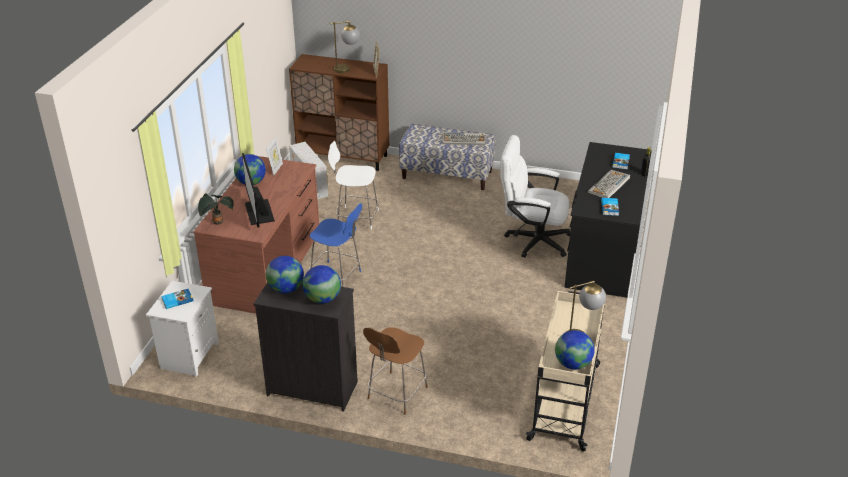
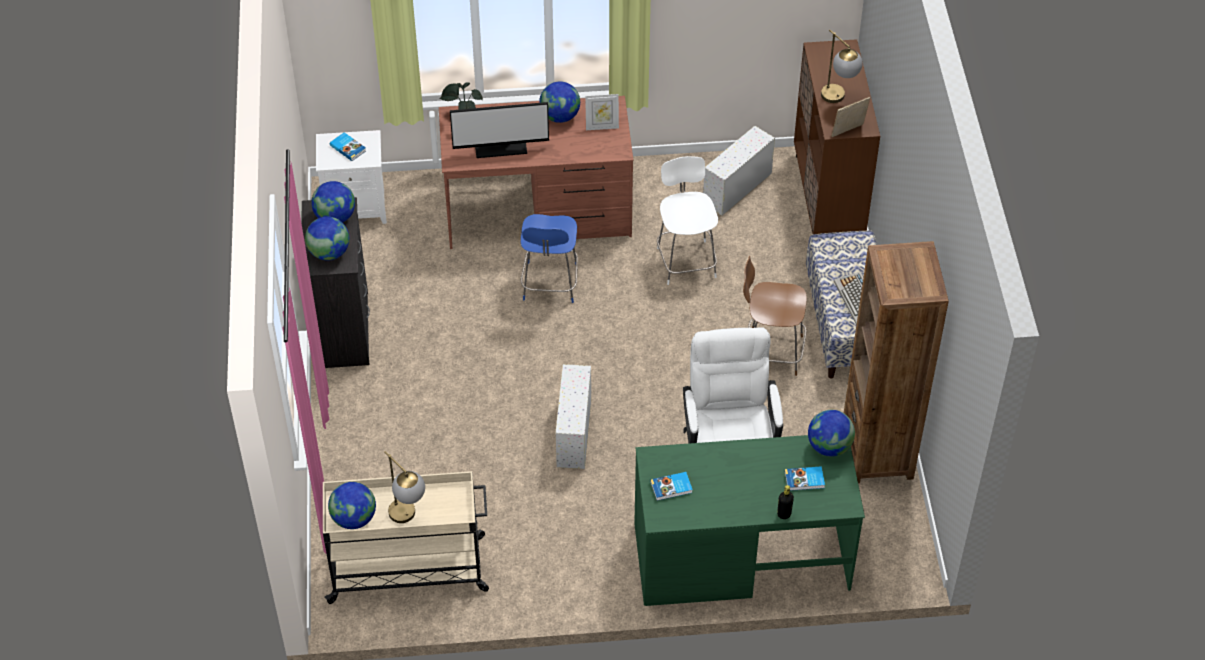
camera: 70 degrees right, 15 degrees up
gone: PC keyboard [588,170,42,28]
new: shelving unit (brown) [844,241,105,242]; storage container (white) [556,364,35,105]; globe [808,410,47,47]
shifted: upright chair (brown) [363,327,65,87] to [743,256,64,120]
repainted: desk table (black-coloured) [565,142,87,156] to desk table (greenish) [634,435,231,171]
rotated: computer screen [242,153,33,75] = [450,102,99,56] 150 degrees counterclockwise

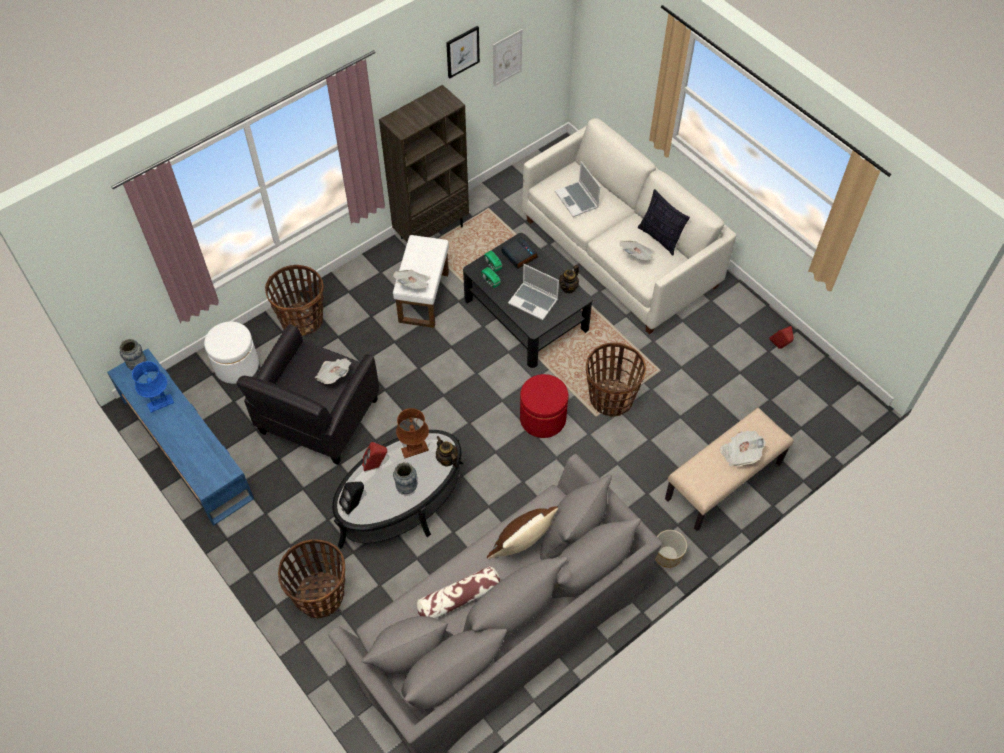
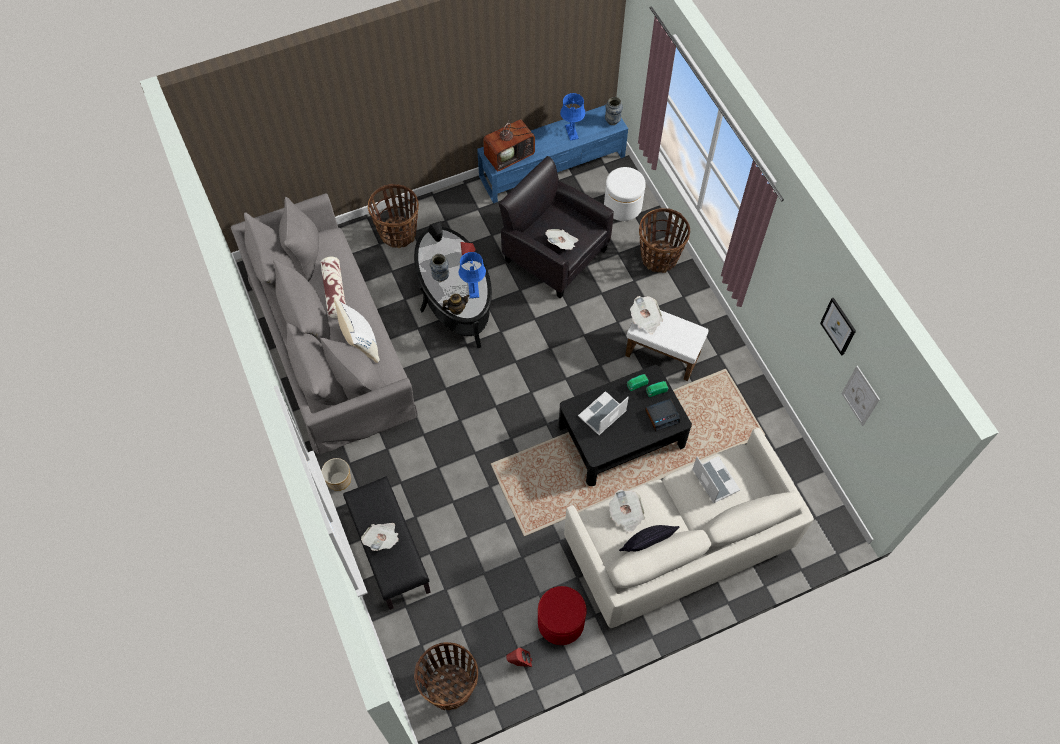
camera: 105 degrees right, 5 degrees up
gone: shelving unit (brown) [379,85,90,157]; tea pot [559,265,20,29]
new: TV set [483,110,52,61]
shifted: storage basket [586,342,60,75] to [414,642,64,68]; pouffe (red-coloured) [520,374,49,64] to [538,586,49,59]
repainted: lamp for a table (brown) [396,408,33,50] to lamp for a table (bluish) [458,252,28,46]; bench (beige-coloured) [665,408,129,123] to bench (black-coloured) [343,477,88,133]; cushion (brown) [487,506,71,53] to cushion (white) [334,298,46,65]
rotated: notebook computer [555,161,45,56] = [692,456,48,48] 75 degrees clockwise

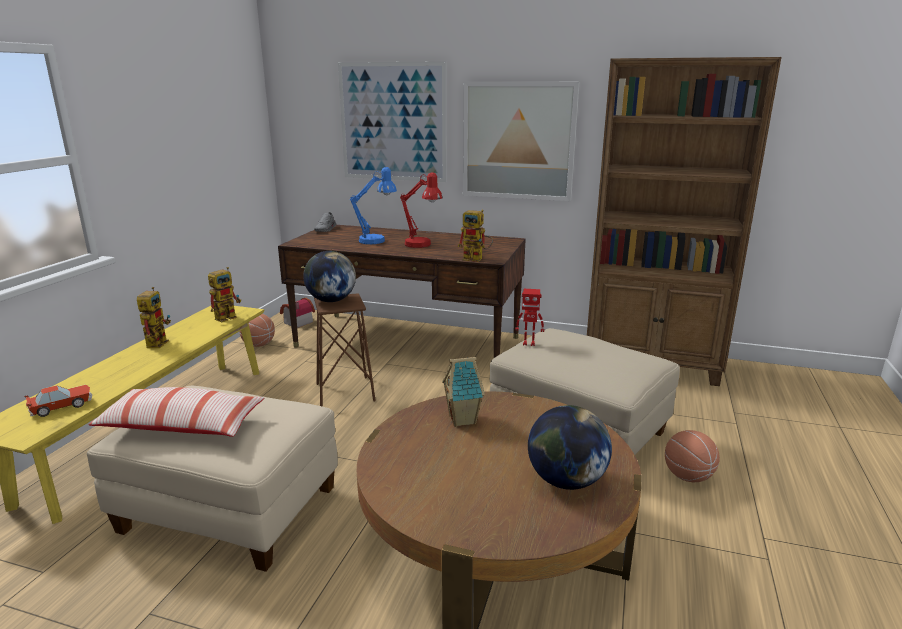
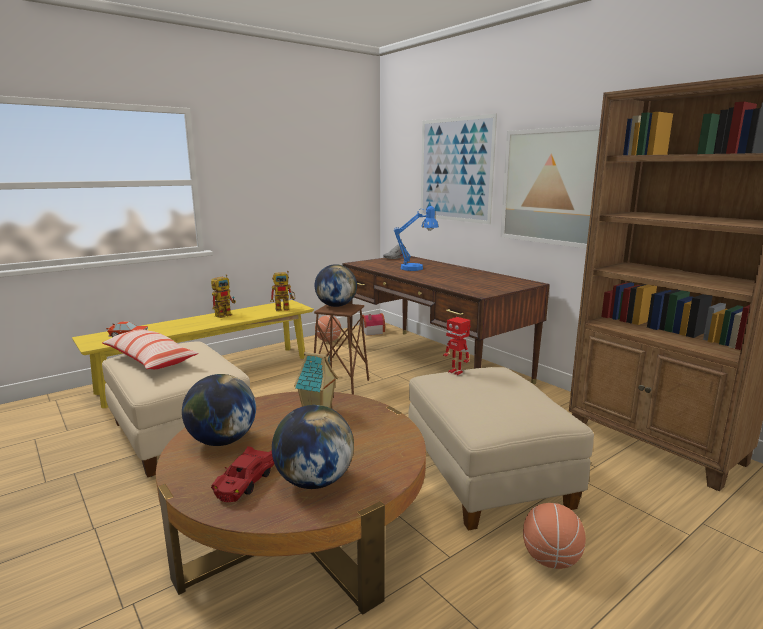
camera: 35 degrees right, 5 degrees down
gone: lamp for a table (red-coloured) [400,172,43,76]; toy robot [458,210,35,52]
new: globe [182,374,74,72]; toy car (red-coloured) [211,446,63,56]

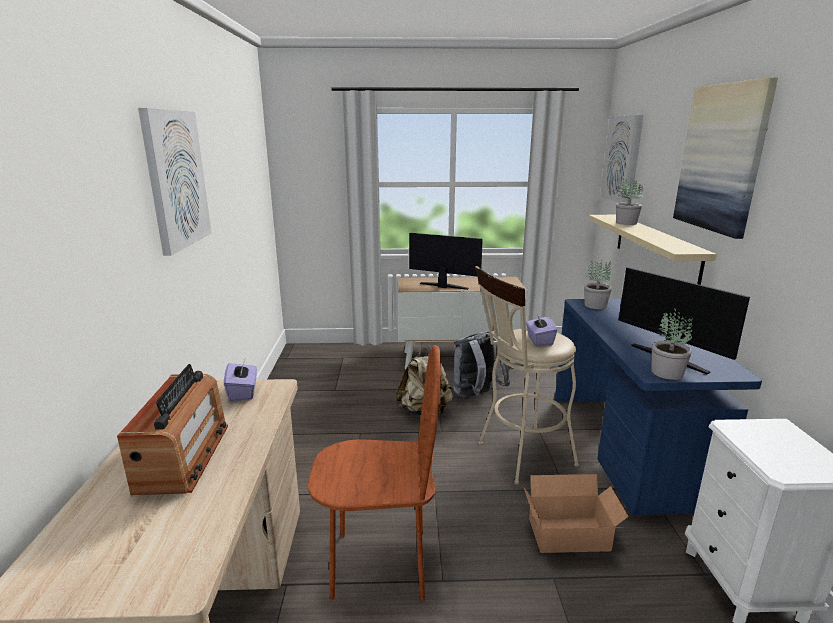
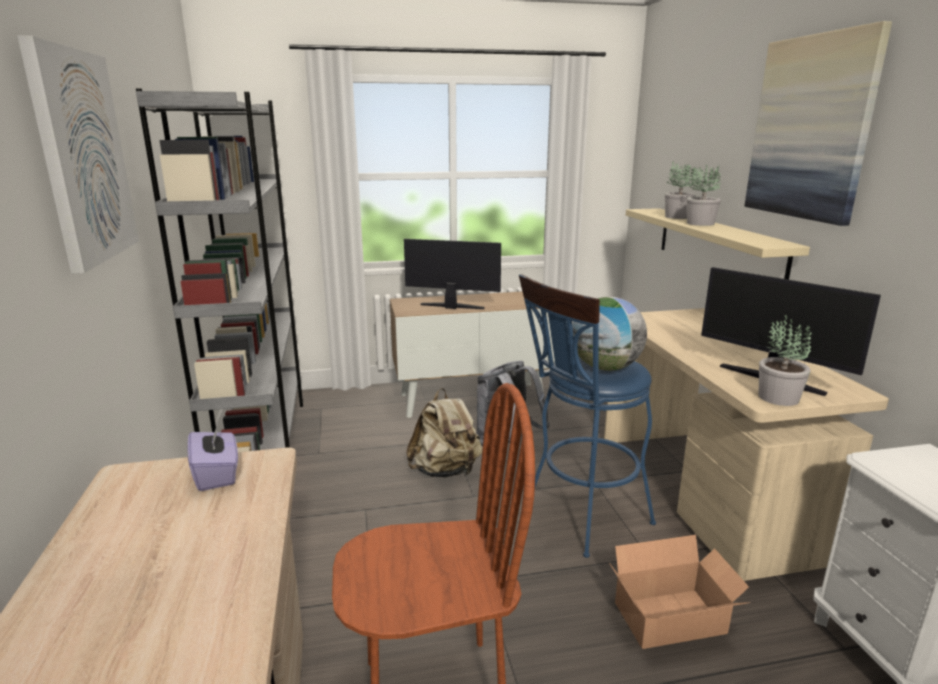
camera: 10 degrees left, 0 degrees up
gone: picture [600,115,44,88]; radio [117,364,111,131]
new: shelving unit (grey) [136,88,167,364]
shifted: houseplant [584,260,28,49] to [687,164,34,62]
swapped: tissue box (purple-coloured) [526,314,31,32] to globe [572,297,75,74]
repainted: stool (beige-coloured) [475,266,104,219] to stool (bluish) [519,274,137,284]; desk table (bluish) [555,299,207,216] to desk table (beige-coloured) [604,308,285,273]

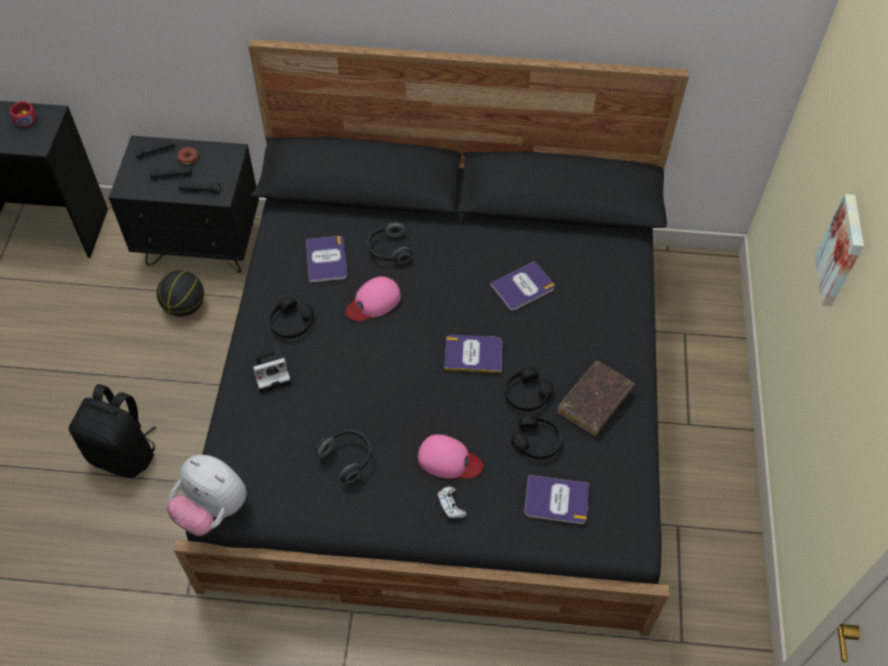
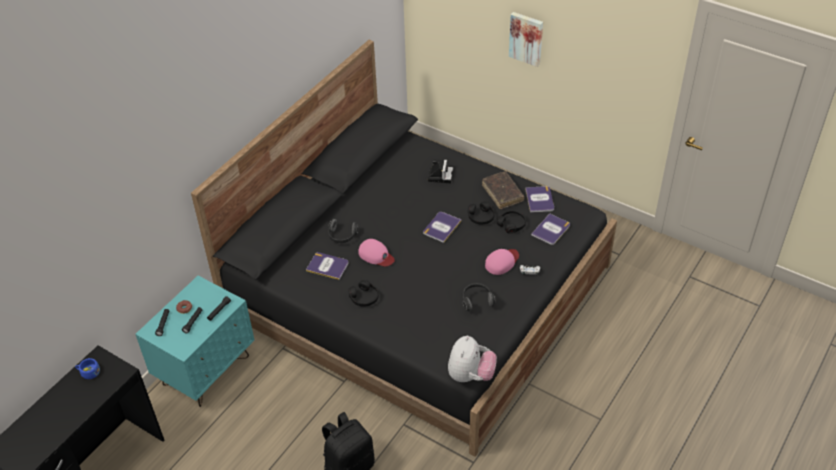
camera: 60 degrees left, 10 degrees down
gone: ball for basketball [157,270,47,47]
shifted: book [490,261,65,49] to [525,186,29,27]; still camera [250,343,41,50] to [428,159,25,24]
repainted: drinking cup (red-coloured) [10,101,27,26] to drinking cup (bluish) [75,358,25,21]; nightstand (black-coloured) [109,136,150,137] to nightstand (blue-green) [135,276,119,131]
rotated: cap (pink-coloured) [346,277,55,44] = [358,239,37,27] 45 degrees counterclockwise; soft toy [167,455,80,81] = [448,335,49,47] 45 degrees counterclockwise

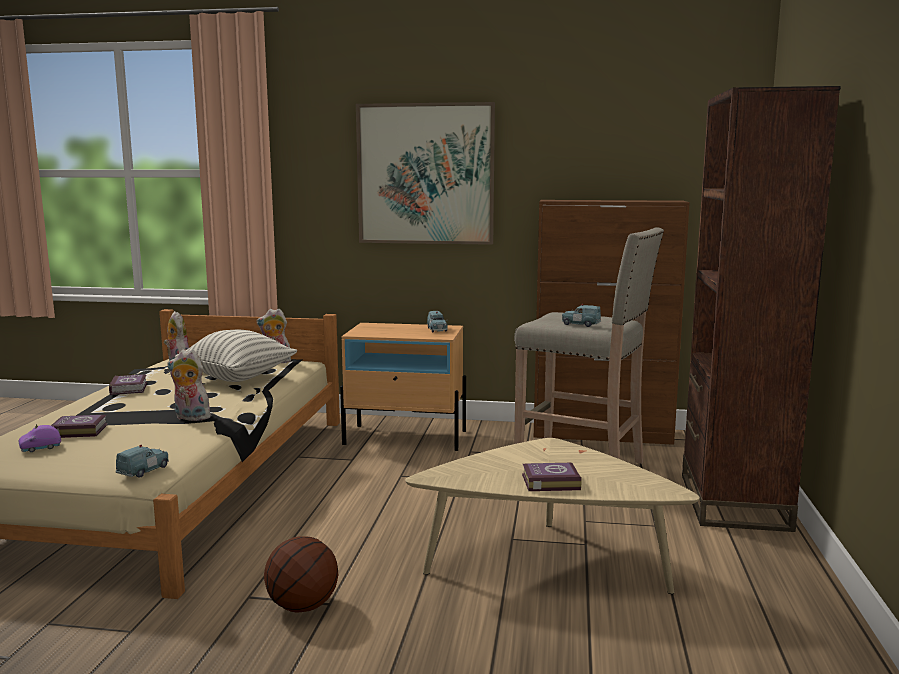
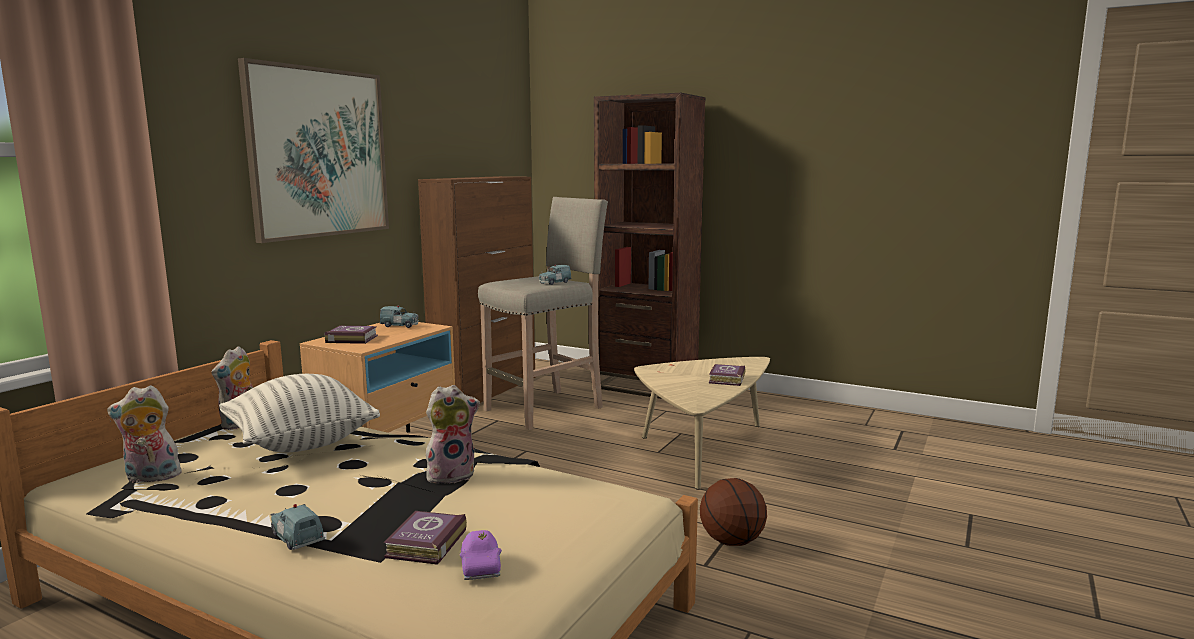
camera: 70 degrees left, 0 degrees up
shifted: book [109,374,38,21] to [325,326,53,18]; toy car (bluish) [116,445,53,33] to [270,504,55,46]
rotated: soft toy [168,350,43,71] = [426,385,54,99] 150 degrees counterclockwise

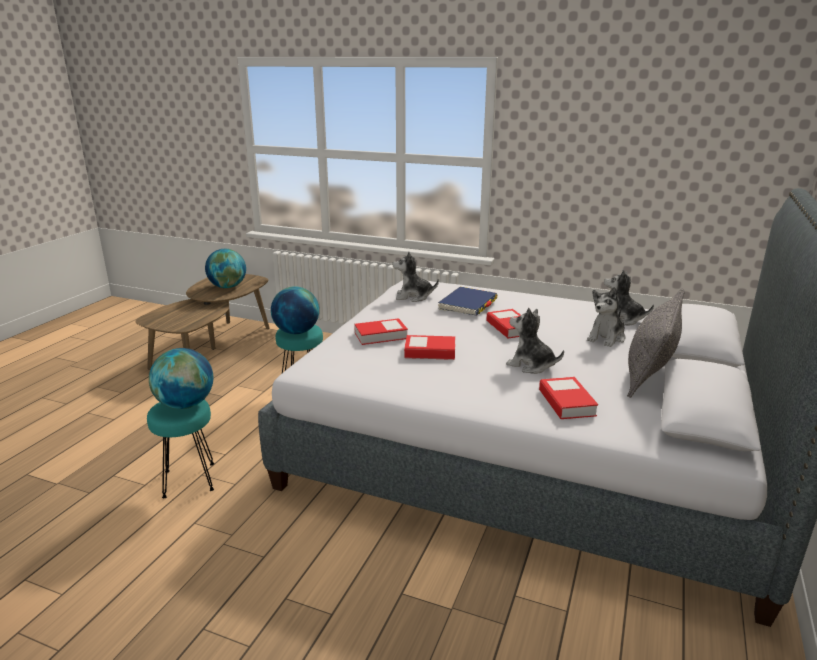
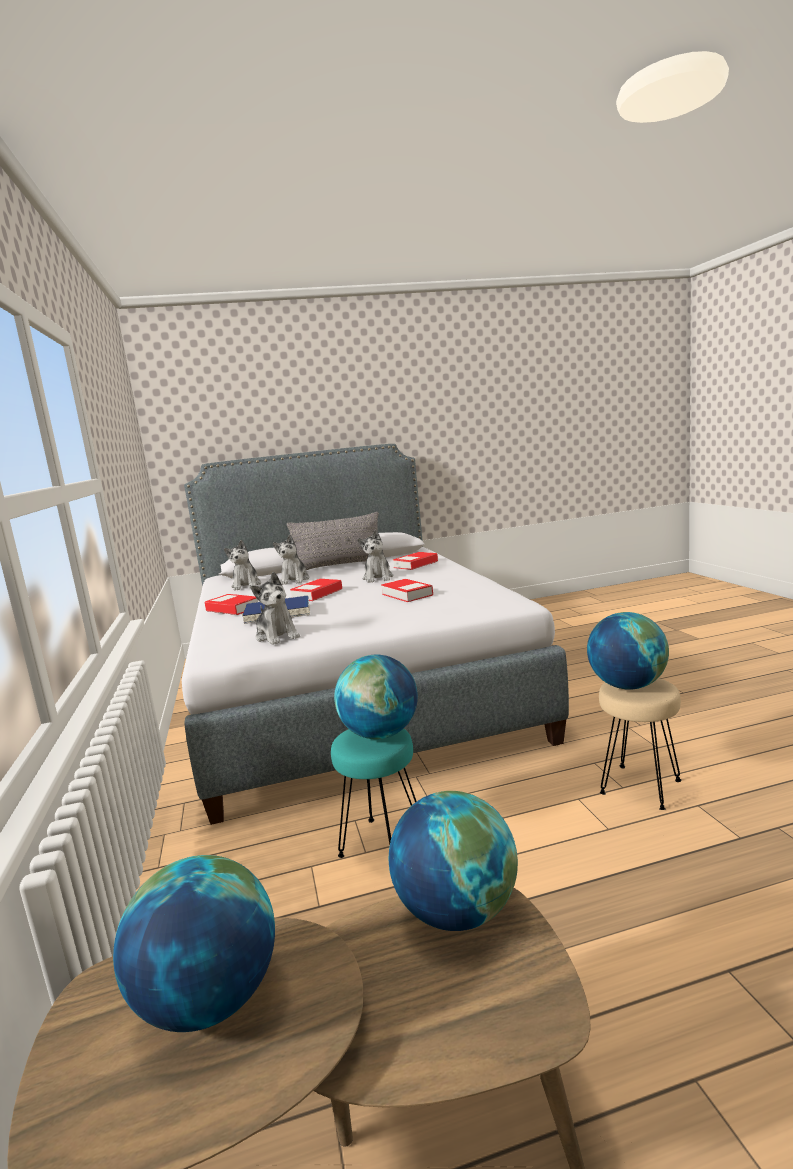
camera: 125 degrees left, 10 degrees down
new: globe [389,791,129,140]
shifted: book [354,318,54,27] to [205,594,53,21]
repainted: stool (blue-green) [147,400,67,98] to stool (beige-coloured) [599,678,82,132]
rotated: soft toy [587,287,39,60] = [273,535,36,50] 90 degrees clockwise

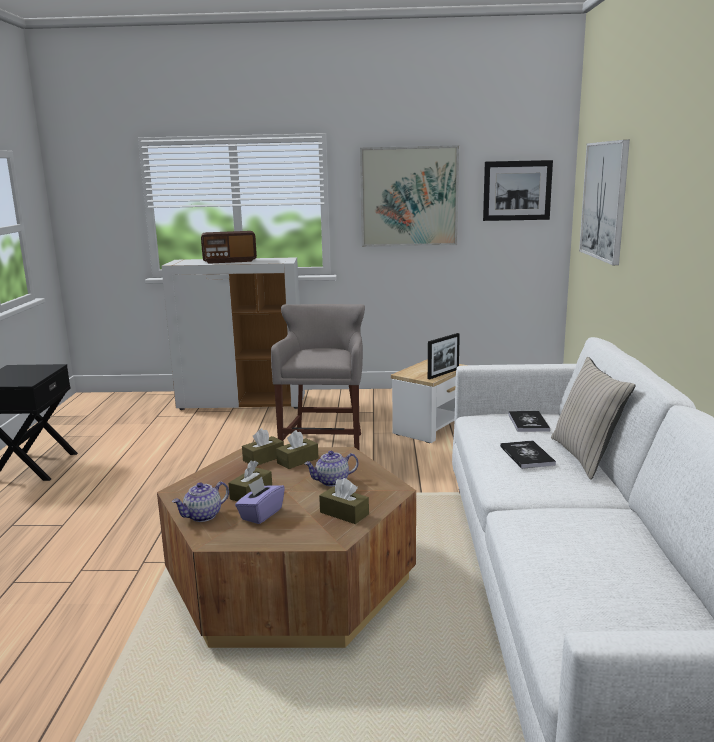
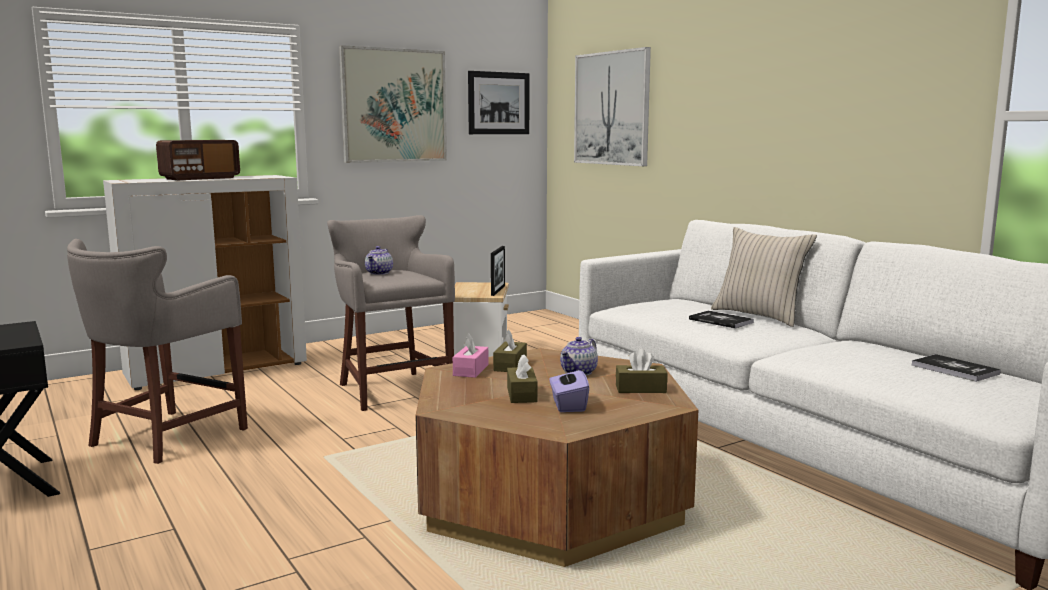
camera: 35 degrees left, 5 degrees down
new: stool (grey) [67,239,181,225]
shifted: book [508,411,42,21] to [912,354,89,28]; tea pot [172,482,57,40] to [365,246,28,29]
repainted: tissue box (brown) [242,428,42,38] to tissue box (pink-coloured) [453,334,36,44]

